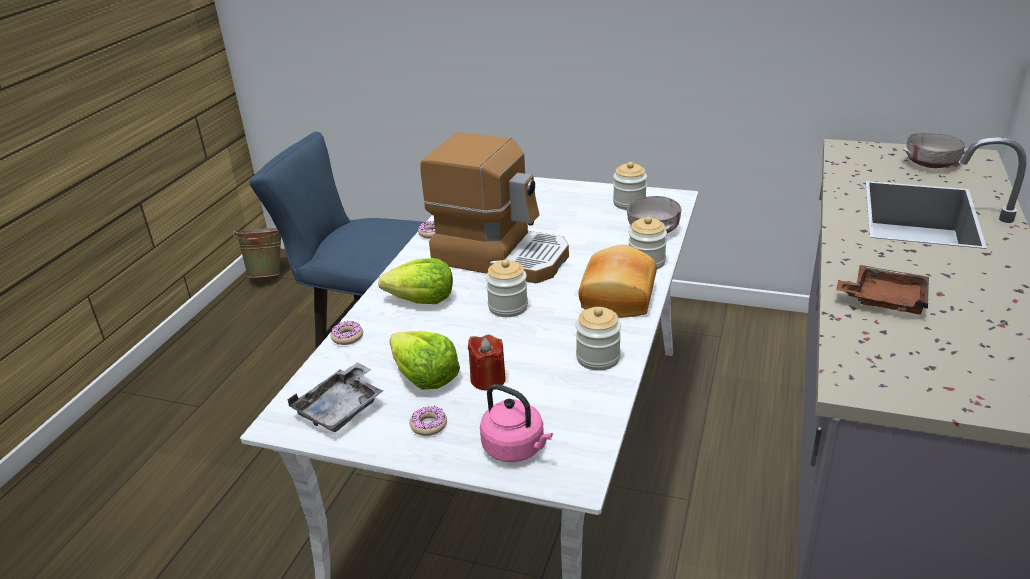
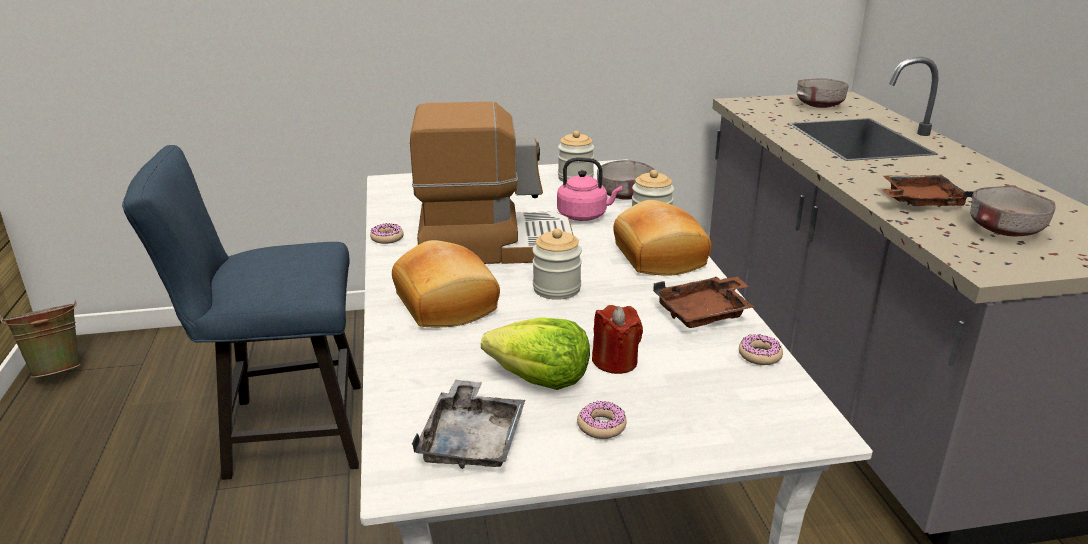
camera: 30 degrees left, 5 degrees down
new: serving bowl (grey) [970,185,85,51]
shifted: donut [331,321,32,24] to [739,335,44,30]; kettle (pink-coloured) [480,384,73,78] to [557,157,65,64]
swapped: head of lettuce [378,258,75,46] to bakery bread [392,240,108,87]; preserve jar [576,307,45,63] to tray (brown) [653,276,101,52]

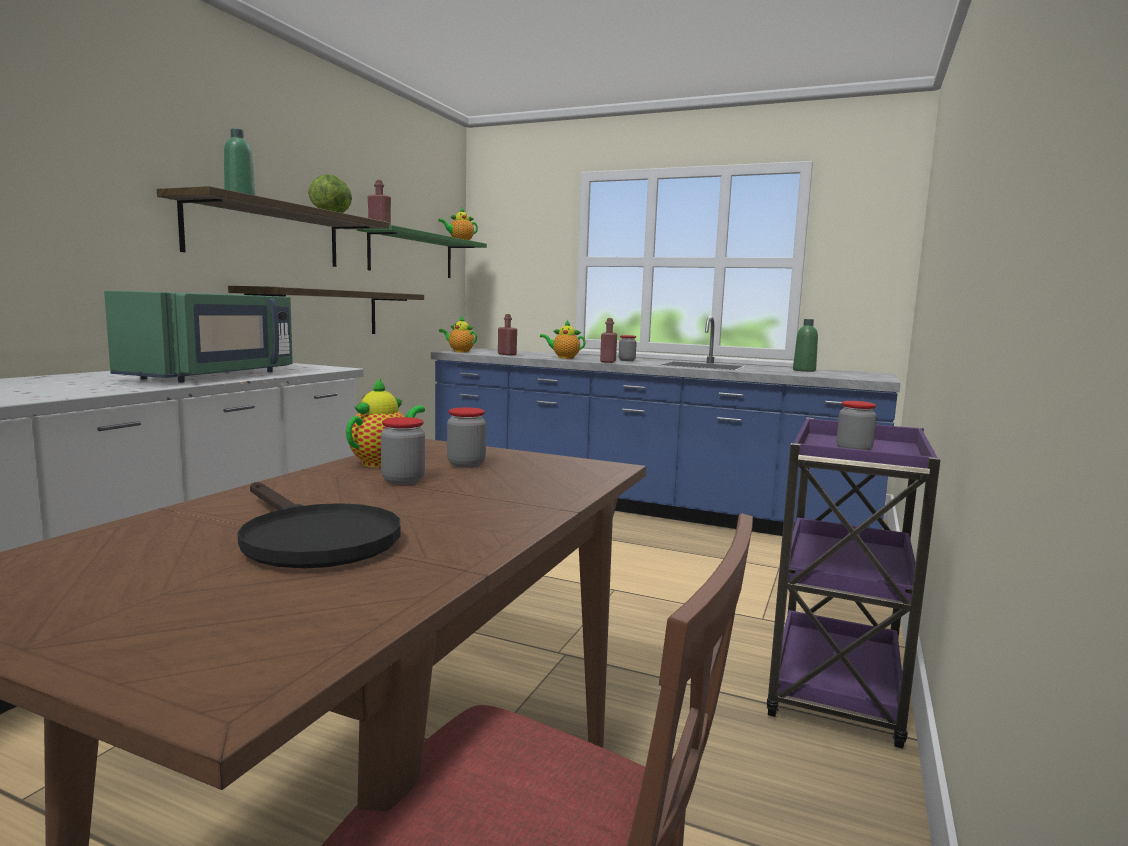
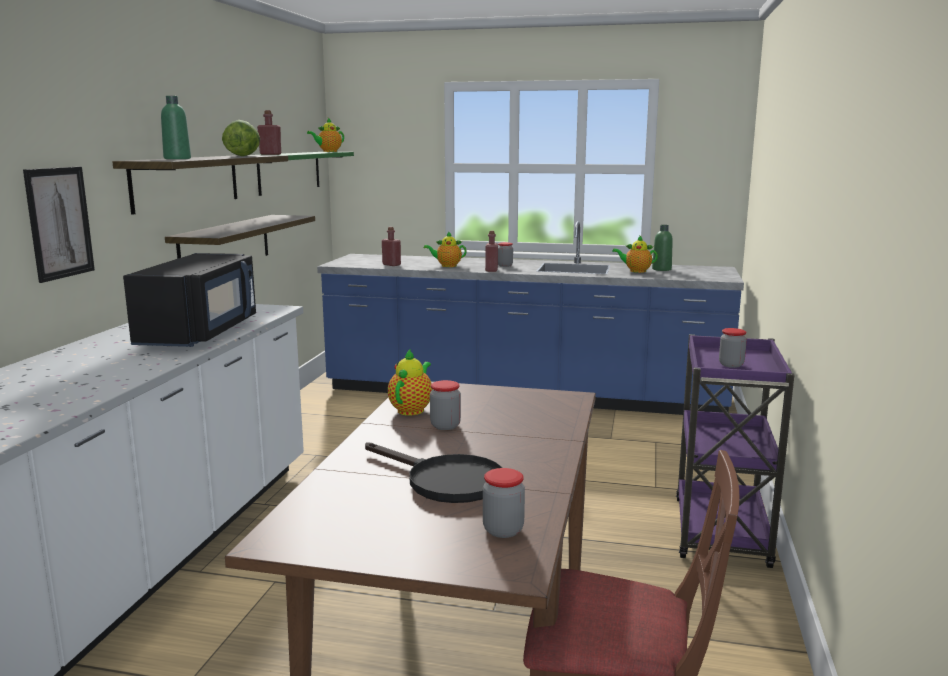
camera: 10 degrees left, 5 degrees up
new: picture [23,167,72,116]
shifted: tea pot [439,316,38,36] to [612,235,46,38]; preserve jar [447,407,39,61] to [483,468,42,70]
repainted: kitchen microwave (greenish) [104,291,189,91] to kitchen microwave (black-coloured) [123,253,133,94]

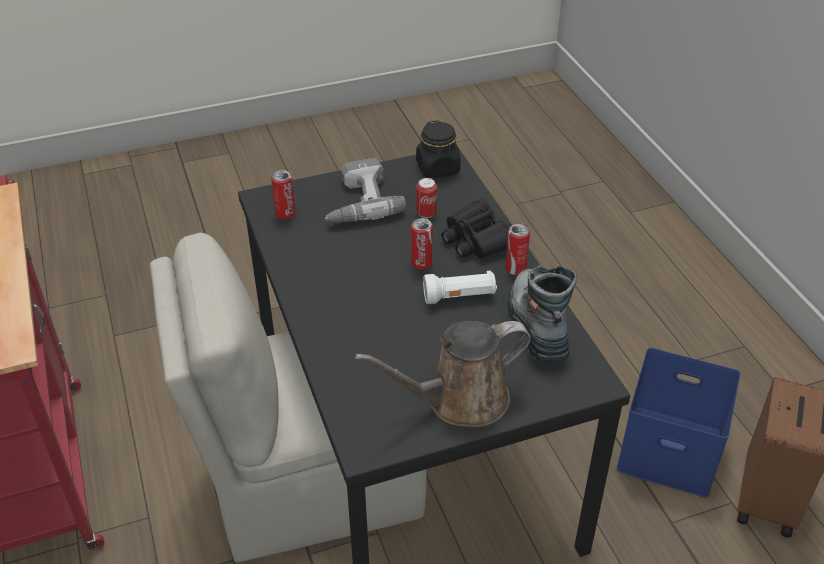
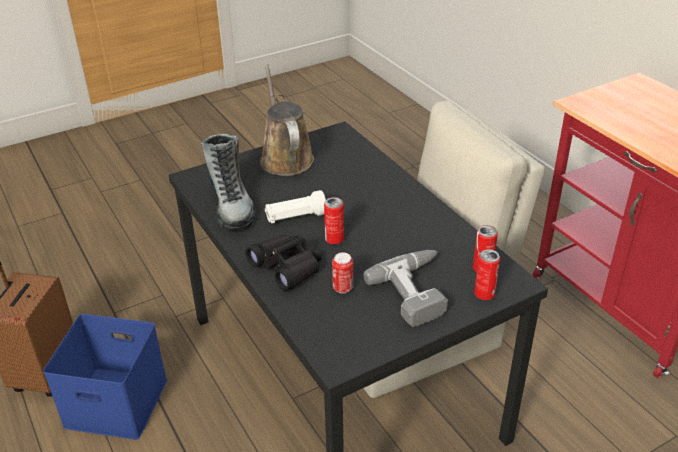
camera: 170 degrees right, 5 degrees down
gone: preserve jar (black-coloured) [416,120,45,58]
shifted: can [506,223,24,52] to [474,249,26,51]
rotated: watering pot (brown) [355,321,176,106] = [260,64,54,112] 75 degrees counterclockwise

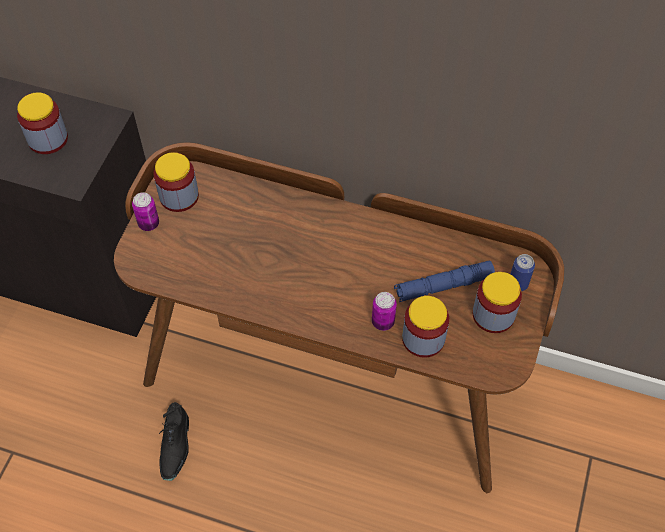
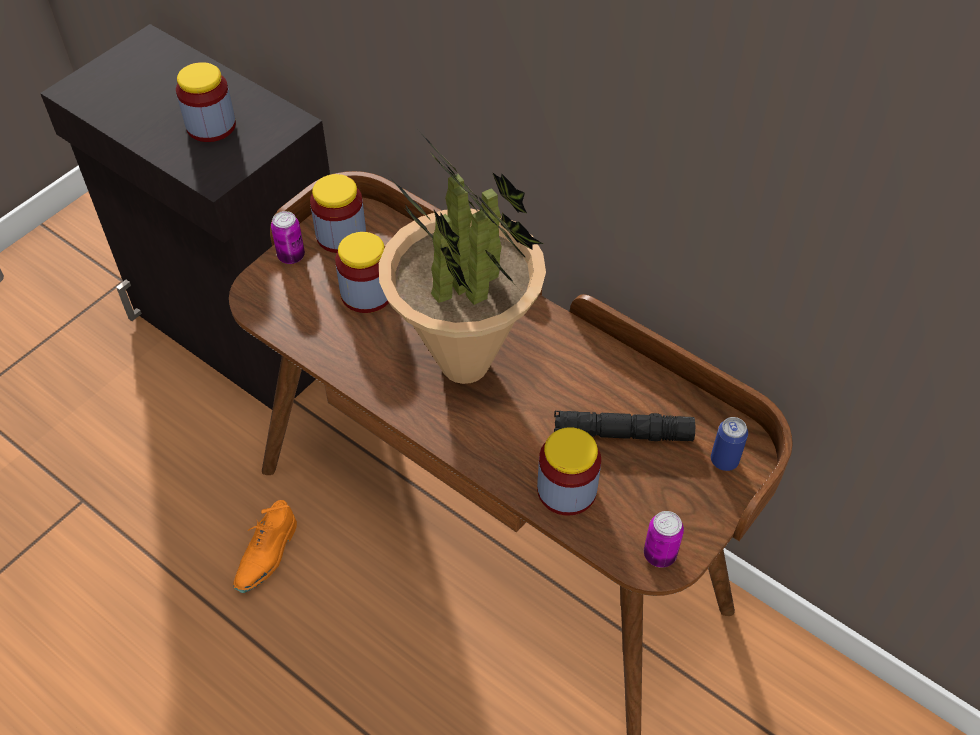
camera: 20 degrees right, 5 degrees down
new: houseplant [379,132,167,252]
shifted: preserve jar [473,272,49,61] to [335,232,54,81]; can [372,292,25,39] to [644,511,40,57]
repainted: flashlight (bluish) [394,260,101,42] to flashlight (black-coloured) [554,411,141,30]; shoe (black-coloured) [159,402,30,79] to shoe (orangey) [233,500,64,93]

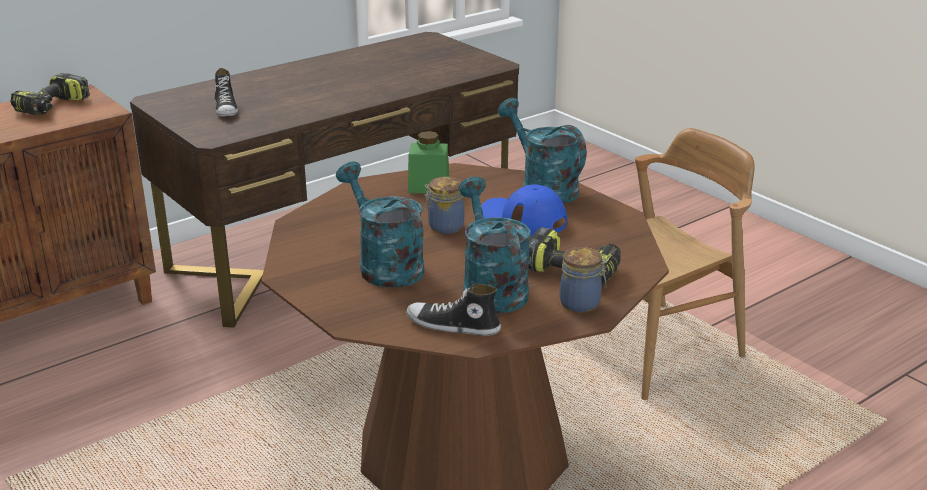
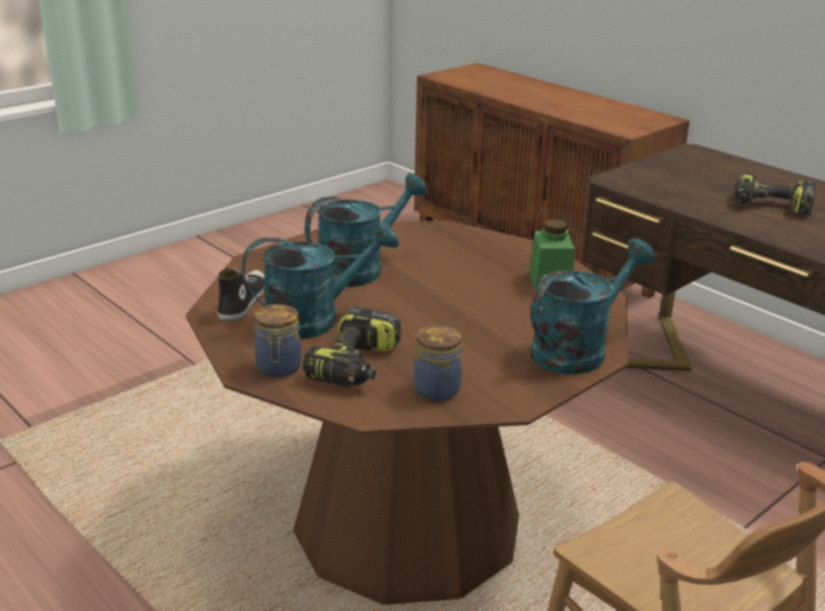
camera: 85 degrees right, 0 degrees up
gone: shoe [214,68,24,48]; cap (bluish) [481,184,86,52]
shifted: drill [10,73,80,42] to [734,173,82,43]; preserve jar [424,177,40,57] to [414,325,48,76]

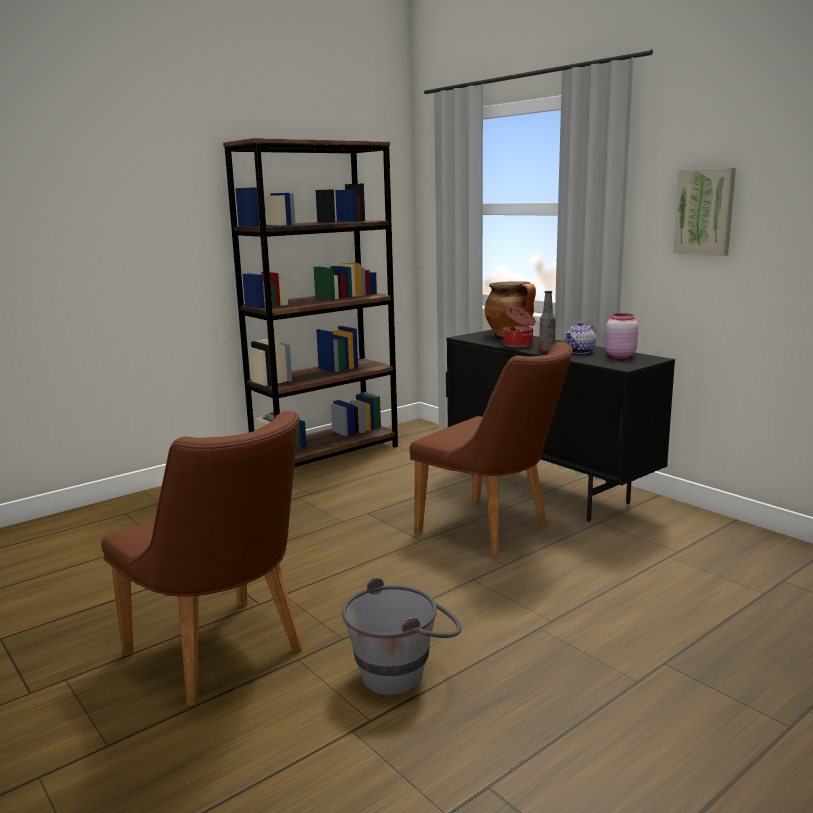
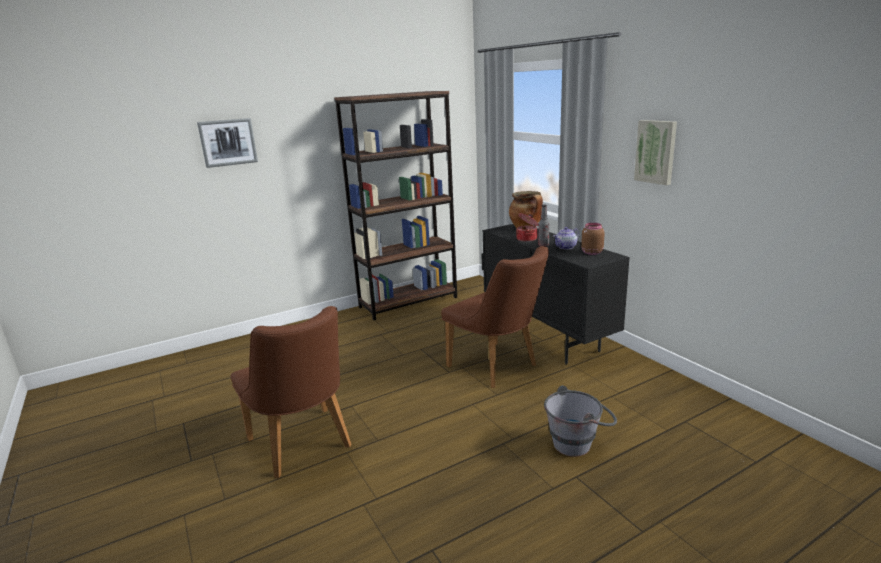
camera: 10 degrees right, 5 degrees up
new: picture [197,118,61,50]
shifted: pail (grey) [342,578,119,118] to [544,385,73,72]
repainted: preserve jar (pink-coloured) [605,313,33,45] to preserve jar (brown) [581,223,24,32]

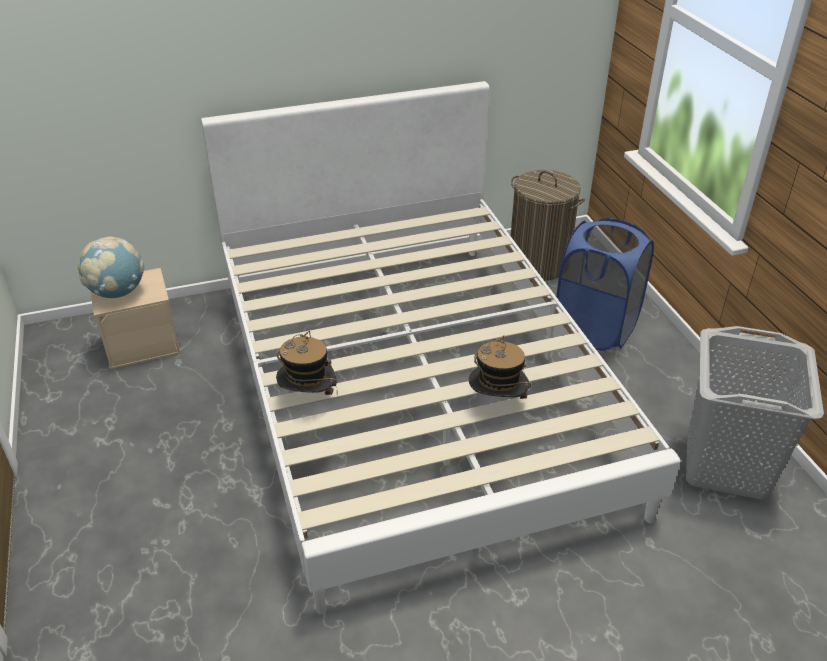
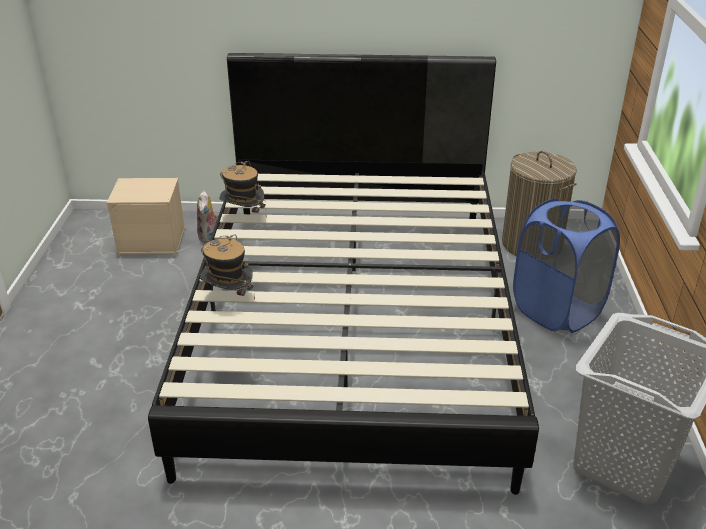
camera: 20 degrees right, 5 degrees down
gone: globe [77,237,67,61]
new: soft toy [197,190,21,53]
shifted: clothing hat [469,335,63,64] to [220,161,46,52]
repainted: bed (white) [201,81,479,534] to bed (black-coloured) [148,53,391,442]

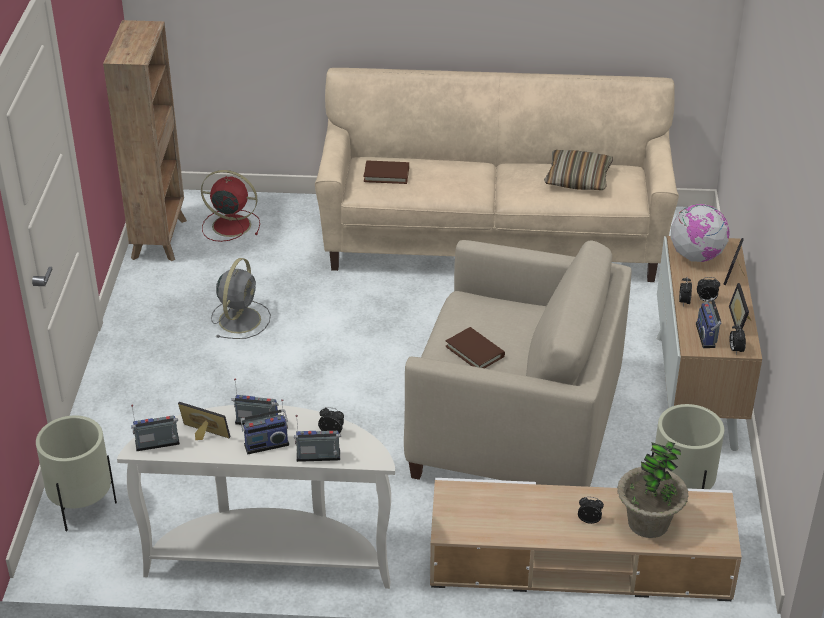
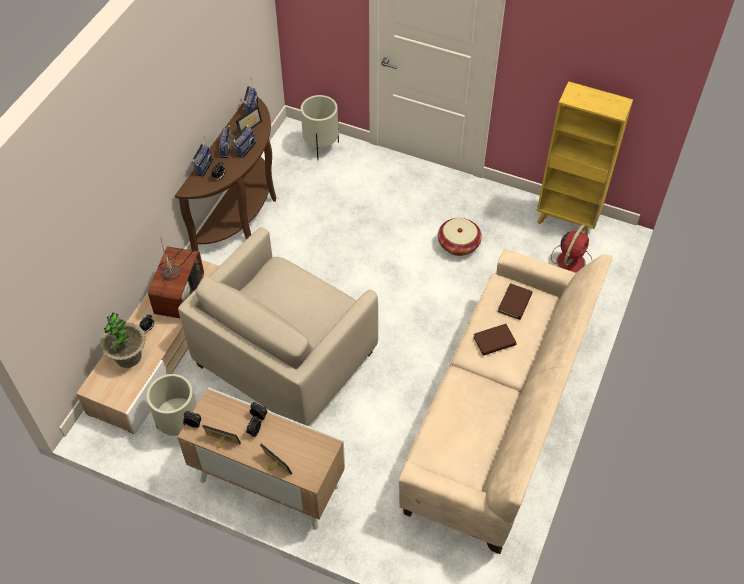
camera: 110 degrees right, 15 degrees up
gone: cushion [544,150,69,40]; globe [671,204,58,58]; radio [696,298,26,50]
new: TV set [148,237,56,81]
shifted: book (brown) [445,327,60,41] to [474,324,42,32]
swapped: electric fan (grey) [211,258,60,81] to storage basket [438,218,44,38]
repainted: shelving unit (brown) [103,20,84,241] to shelving unit (yellowish) [537,81,96,155]; hall table (white) [117,405,278,184] to hall table (brown) [175,97,101,154]

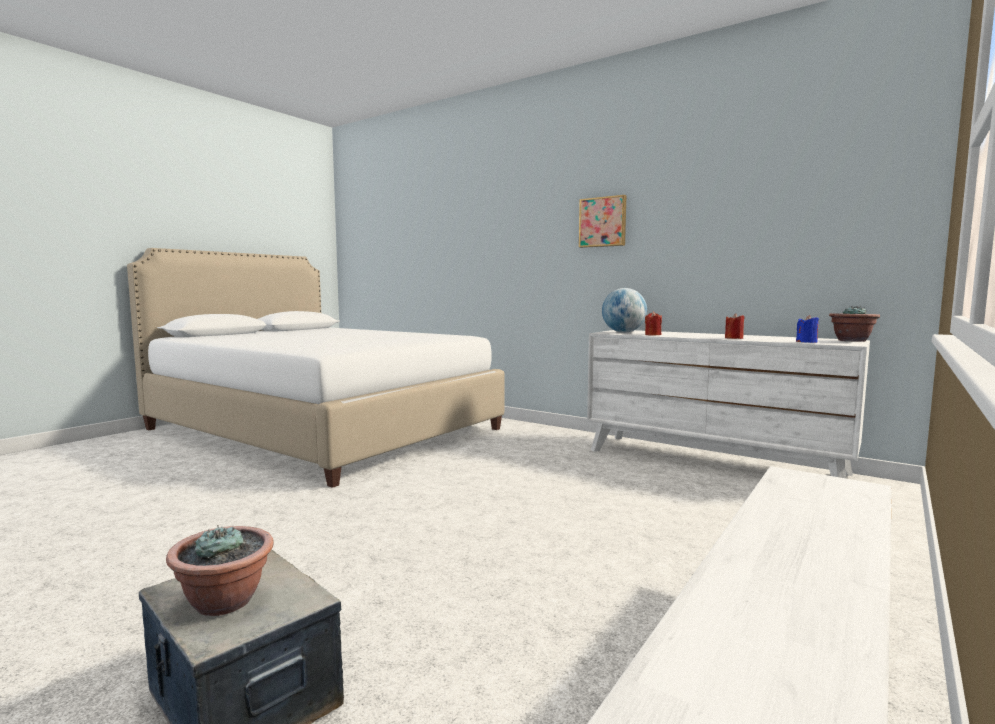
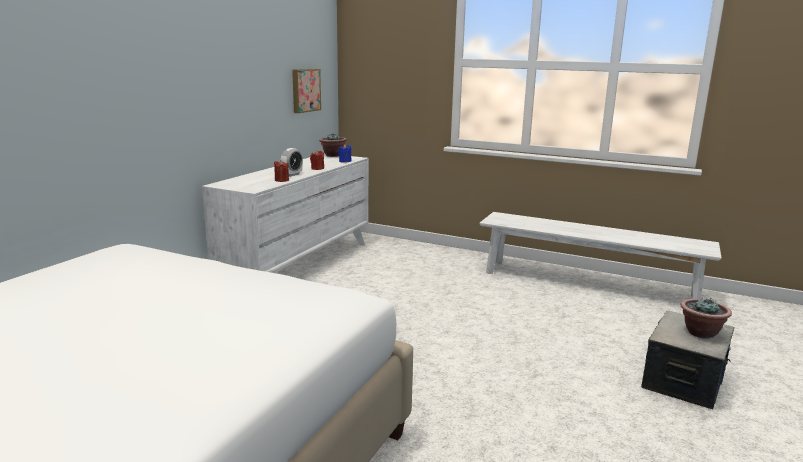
camera: 100 degrees left, 10 degrees up
gone: globe [602,288,45,45]
new: bedside clock [280,148,23,29]
shifted: picture [579,195,47,53] to [292,69,29,44]

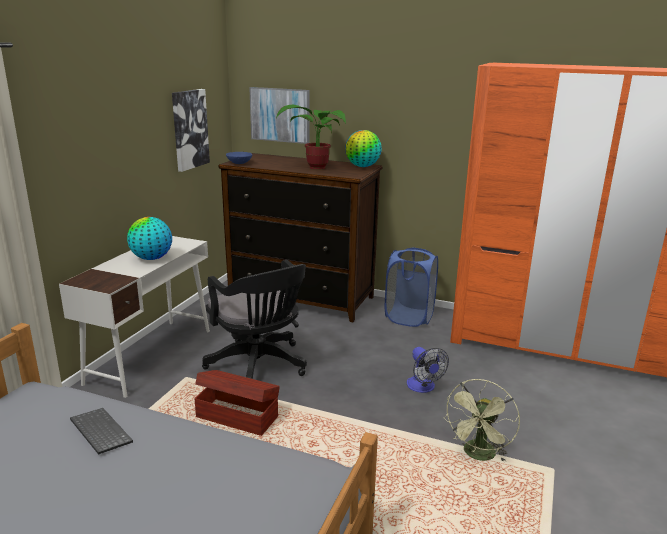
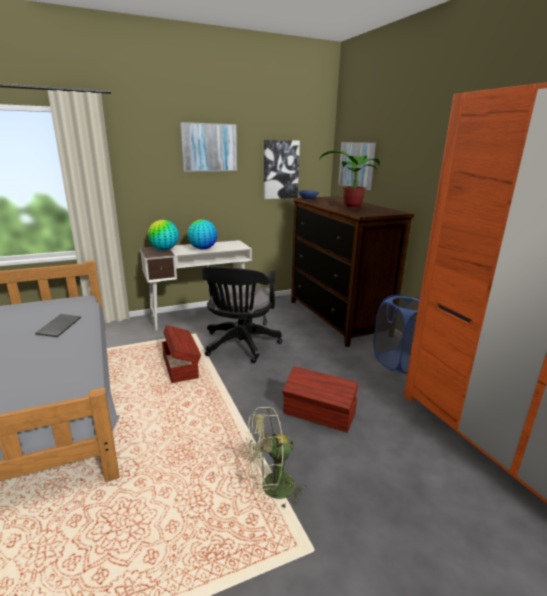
camera: 45 degrees right, 0 degrees up
new: picture [180,122,57,50]
shifted: globe [345,130,37,37] to [148,220,31,30]
swapped: electric fan [407,347,42,46] to storage container (brown) [283,366,75,66]

